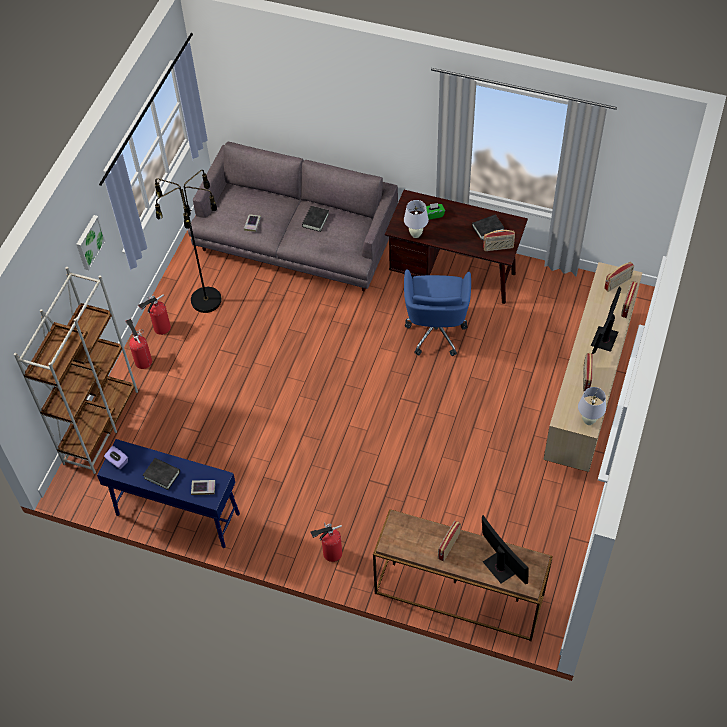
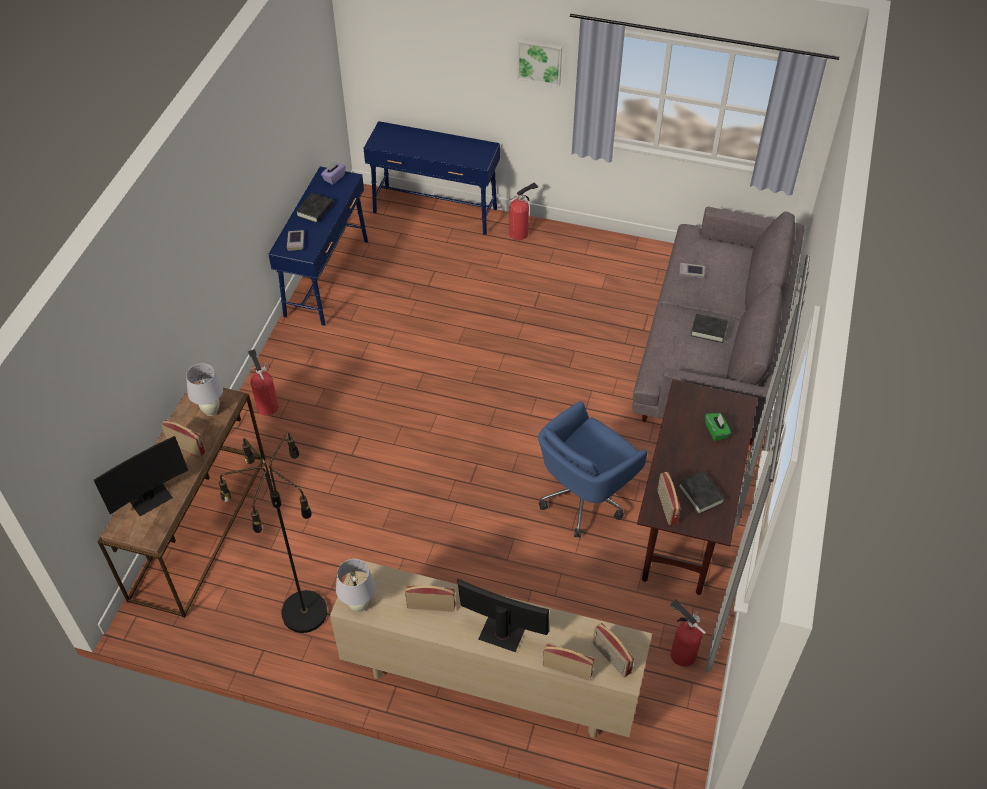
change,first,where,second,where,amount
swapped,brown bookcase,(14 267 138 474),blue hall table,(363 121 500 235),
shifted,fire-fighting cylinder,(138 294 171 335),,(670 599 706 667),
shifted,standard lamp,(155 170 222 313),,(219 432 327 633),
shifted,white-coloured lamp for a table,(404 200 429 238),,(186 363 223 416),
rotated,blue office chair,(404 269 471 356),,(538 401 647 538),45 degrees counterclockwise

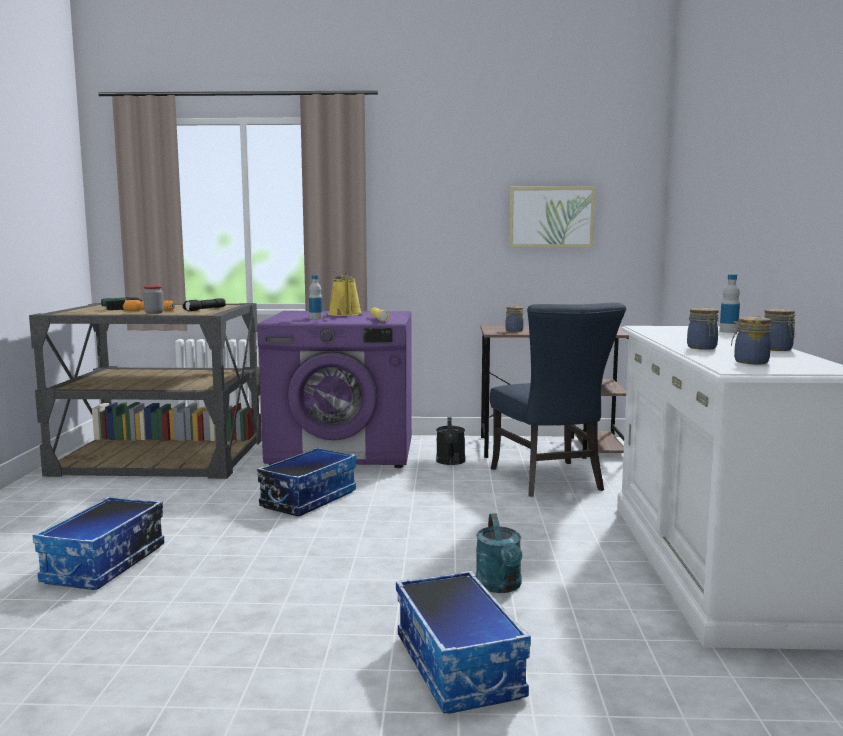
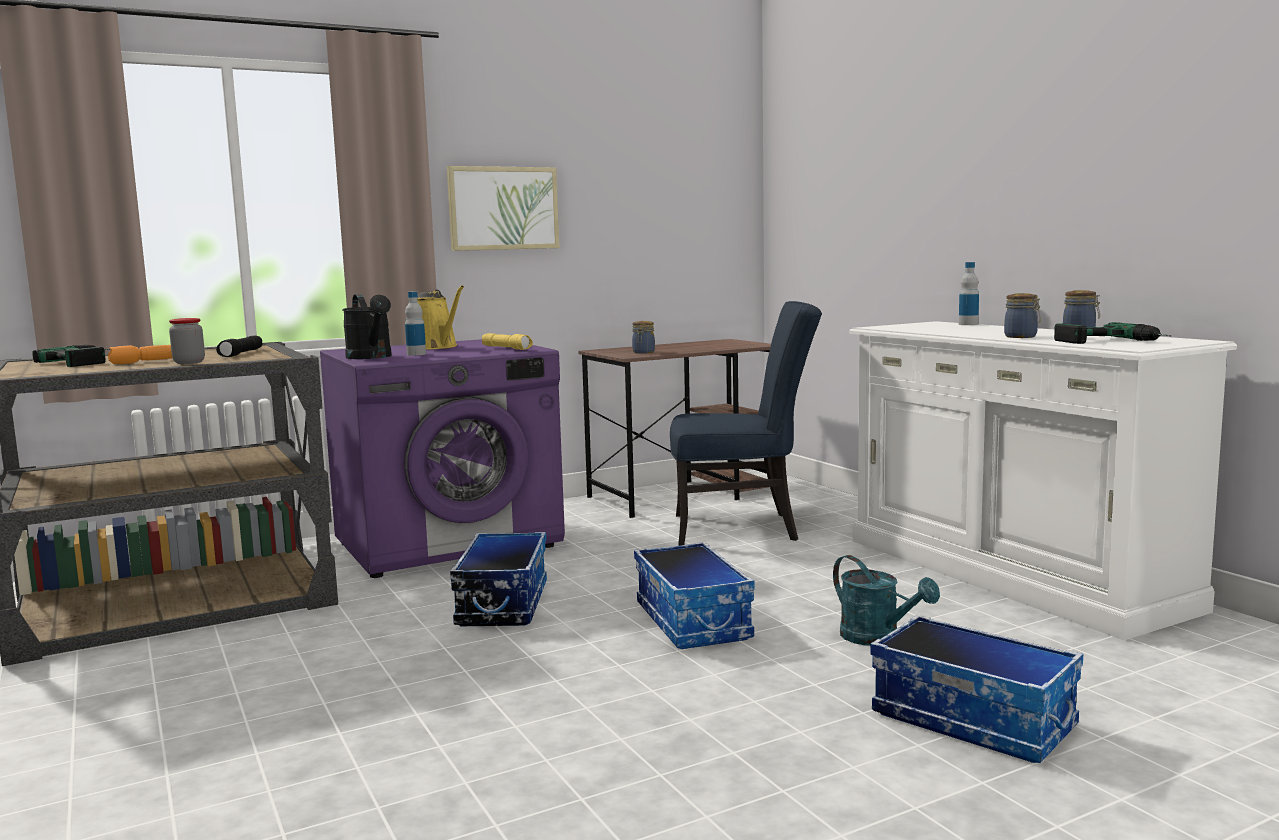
change,first,where,second,where,amount
shifted,storage box,(33 496 164 590),,(634 542 754 649),
shifted,black-coloured watering can,(436 417 465 465),,(342 294 392 359),
rotated,blue chair,(490 302 626 497),,(670 301 822 546),45 degrees counterclockwise
shifted,wall picture,(509 186 595 248),,(447 166 559 251),
swapped,jar,(731 316 771 364),electric drill,(1054 322 1171 344),

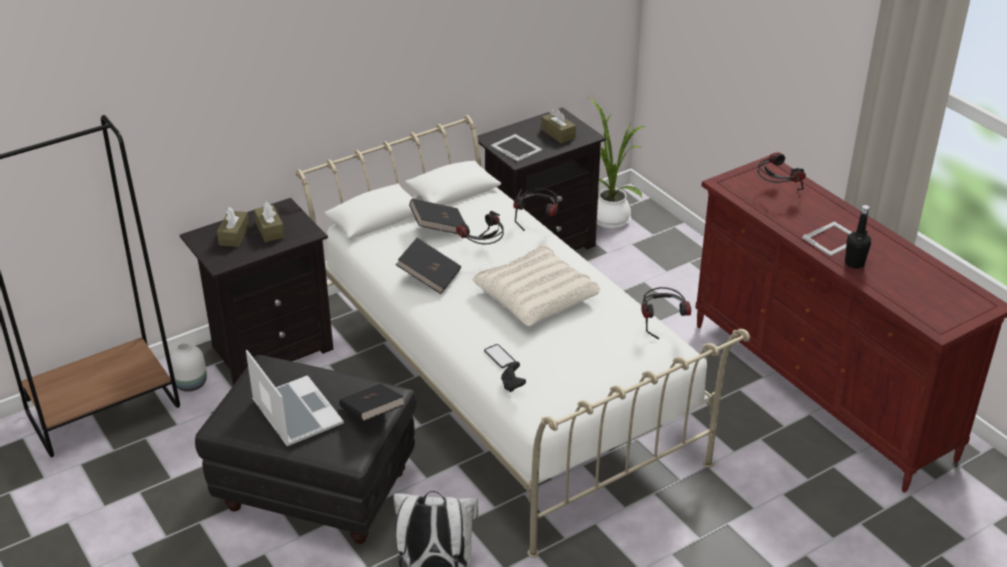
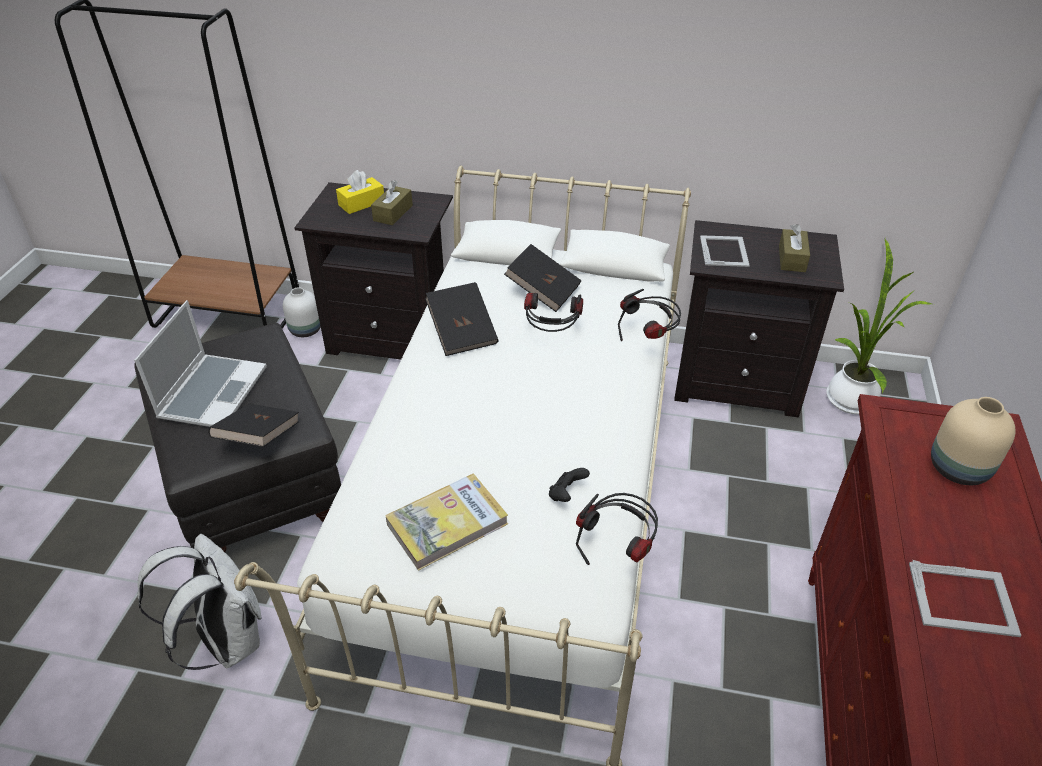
change,first,where,second,where,amount
repainted,brown tissue holder,(217 207 249 247),yellowish tissue holder,(336 170 384 214),
gone,sand-coloured pillow,(472 245 600 326),,,
gone,handset,(484 344 515 368),,,
shifted,black-coloured game controller,(501 361 526 392),,(549 468 590 502),
swapped,headphones,(758 152 806 190),sand-coloured flower vase,(931 397 1015 485),
gone,black-coloured drink bottle,(845 205 871 269),,,
new,,,volume,(386 474 508 571),

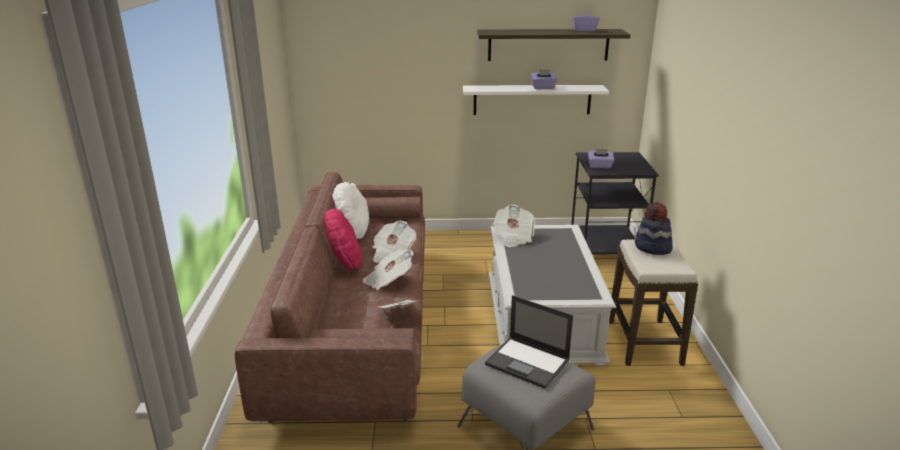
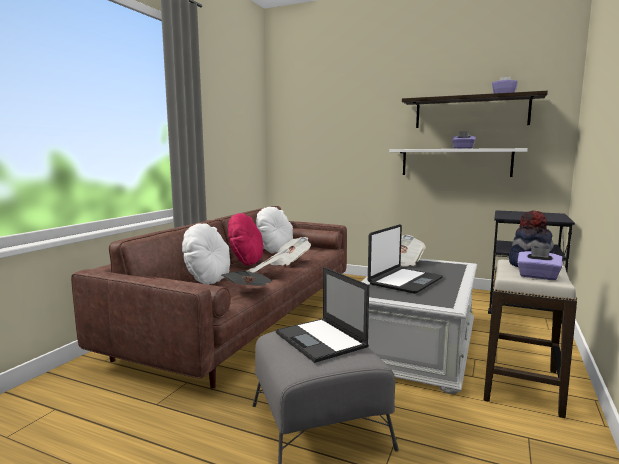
change,first,where,second,where,amount
shifted,purplish tissue holder,(588 149 614 168),,(517 247 562 280),
new,,,white-coloured pillow,(182 223 230 285),
new,,,notebook computer,(368 224 443 294),

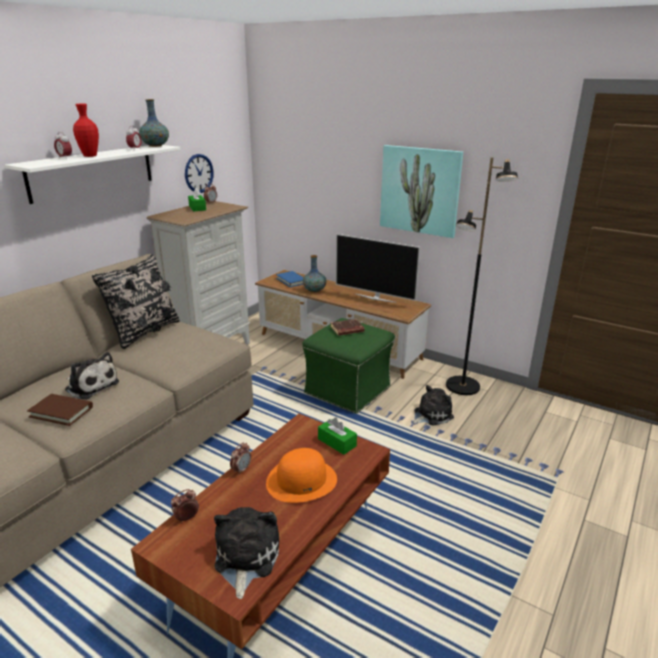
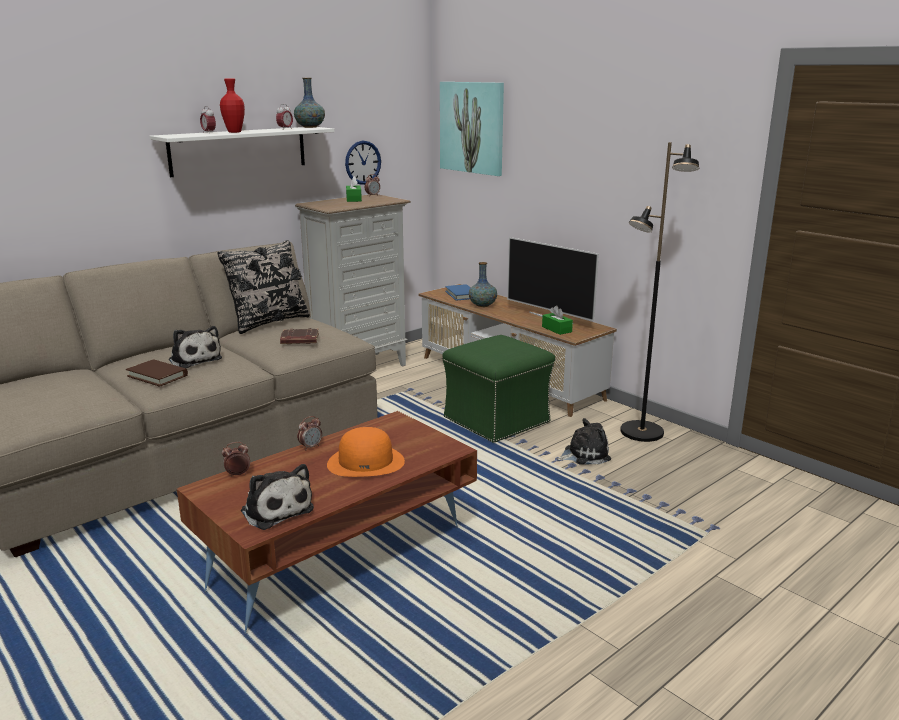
change,first,where,second,where,amount
rotated,soft toy,(214 507 279 599),,(241 464 314 530),120 degrees clockwise
shifted,green tissue holder,(318 418 357 455),,(542 306 573 335),
shifted,brown volume,(330 319 365 336),,(280 328 319 344),
shifted,wall picture,(380 145 463 238),,(440 82 504 176),

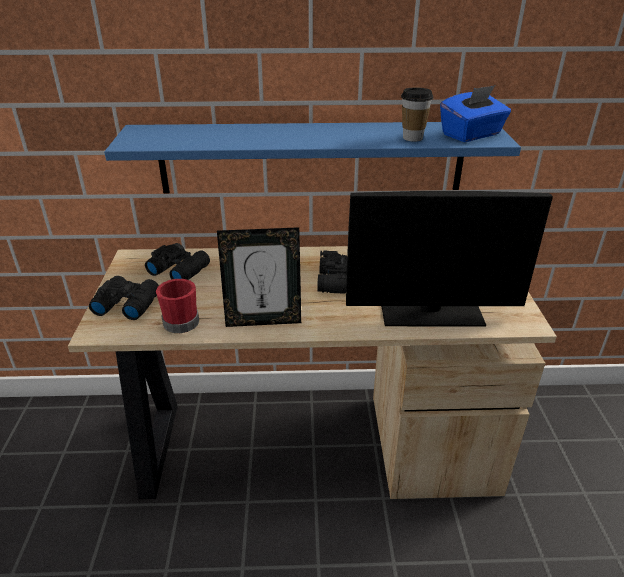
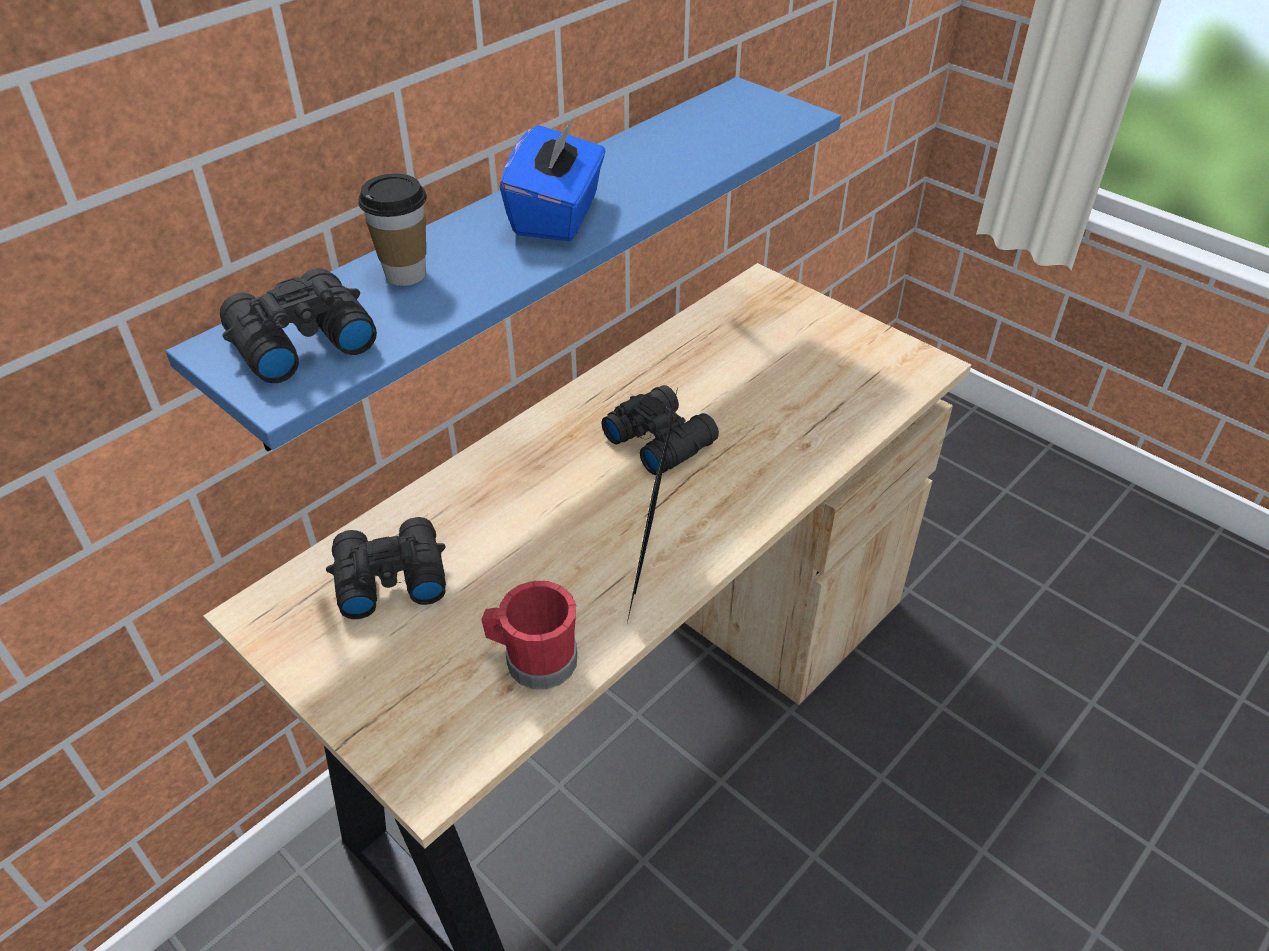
change,first,where,second,where,amount
shifted,black-coloured field glasses,(89 276 159 320),,(220 268 377 383),
rotated,photo frame,(217 227 301 327),,(627 387 678 623),150 degrees clockwise
gone,computer screen,(346 191 553 327),,,
shifted,cup,(401 87 433 142),,(358 174 427 286),
shifted,blue tissue holder,(440 85 511 142),,(500 117 605 241),

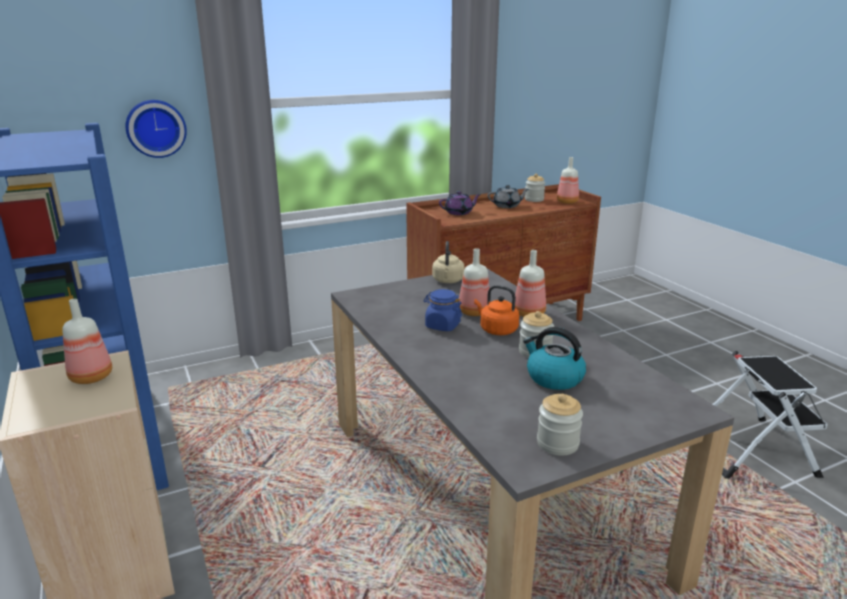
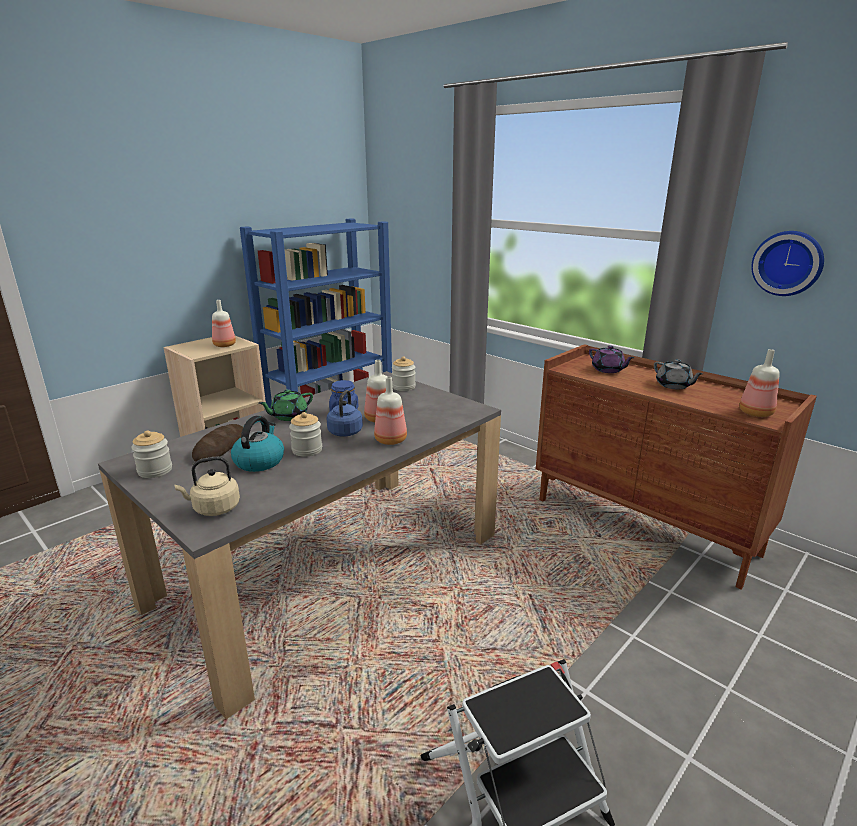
change,first,where,second,where,amount
shifted,clock on the wall,(126 100 187 158),,(751 231 824 296),
shifted,sand-coloured water kettle,(432 241 465 283),,(174 457 240 516),
repainted,orange water kettle,(474 285 519 335),blue water kettle,(327 390 363 437),
shifted,jar,(525 174 545 202),,(392 357 416 391),
new,,,bread,(192 424 243 463),
new,,,green pot for tea,(259 389 313 421),

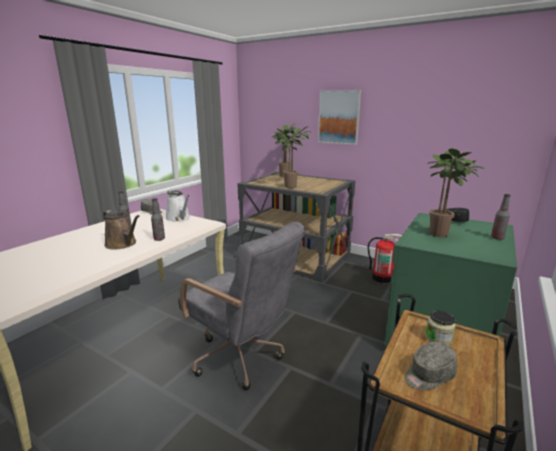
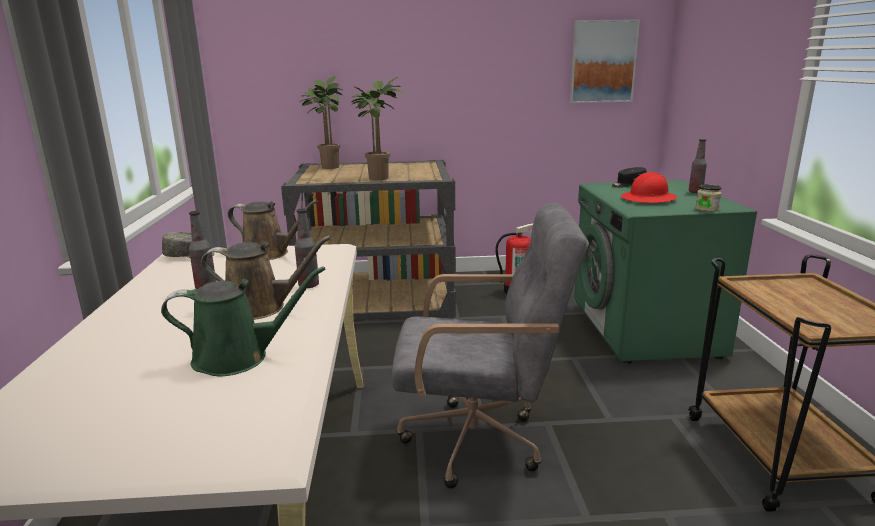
change,first,where,second,where,amount
repainted,white-coloured watering can,(165 190 190 222),brown watering can,(228 200 318 260),
shifted,wall picture,(318 90 361 145),,(570 19 640 103),
gone,gray cap,(405 342 457 391),,,
shifted,jar,(425 310 456 346),,(695 184 722 212),
swapped,potted plant,(427 149 485 237),reddish hard hat,(621 172 677 203),
new,,,green watering can,(161 266 325 376),

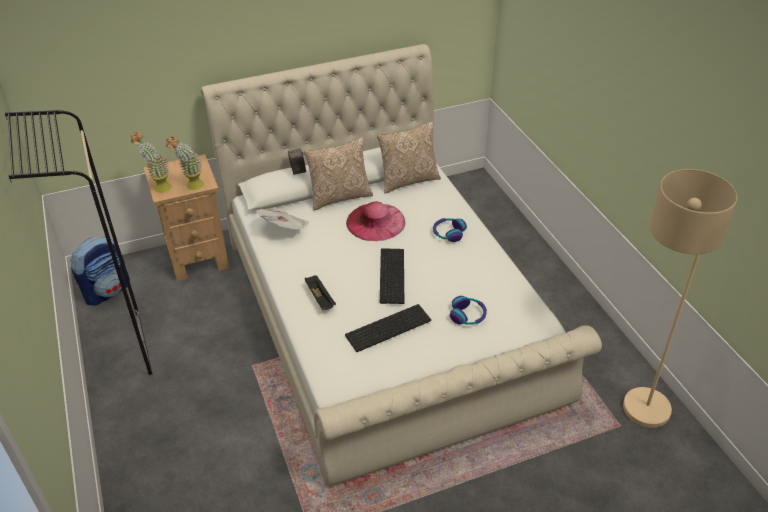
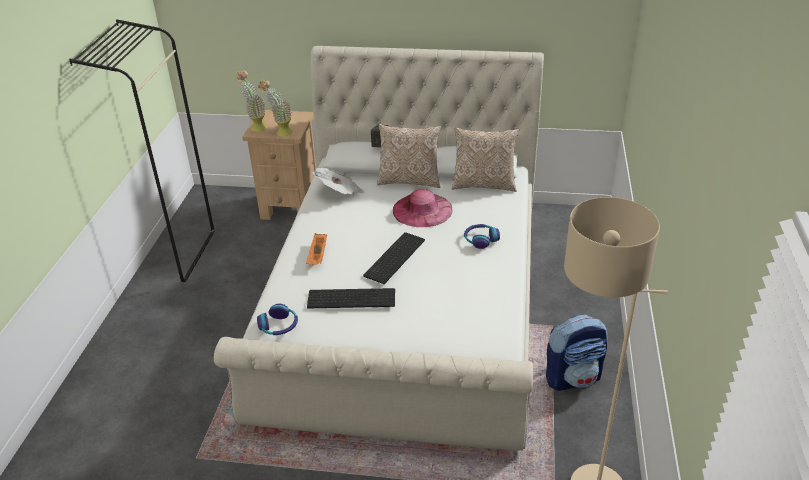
change,first,where,second,where,amount
shifted,knapsack,(70 237 130 306),,(546 314 608 391),
repainted,black-coloured serving tray,(304 275 336 311),orange serving tray,(306 233 327 265),
shifted,headphones,(450 296 487 325),,(257 304 298 335),

